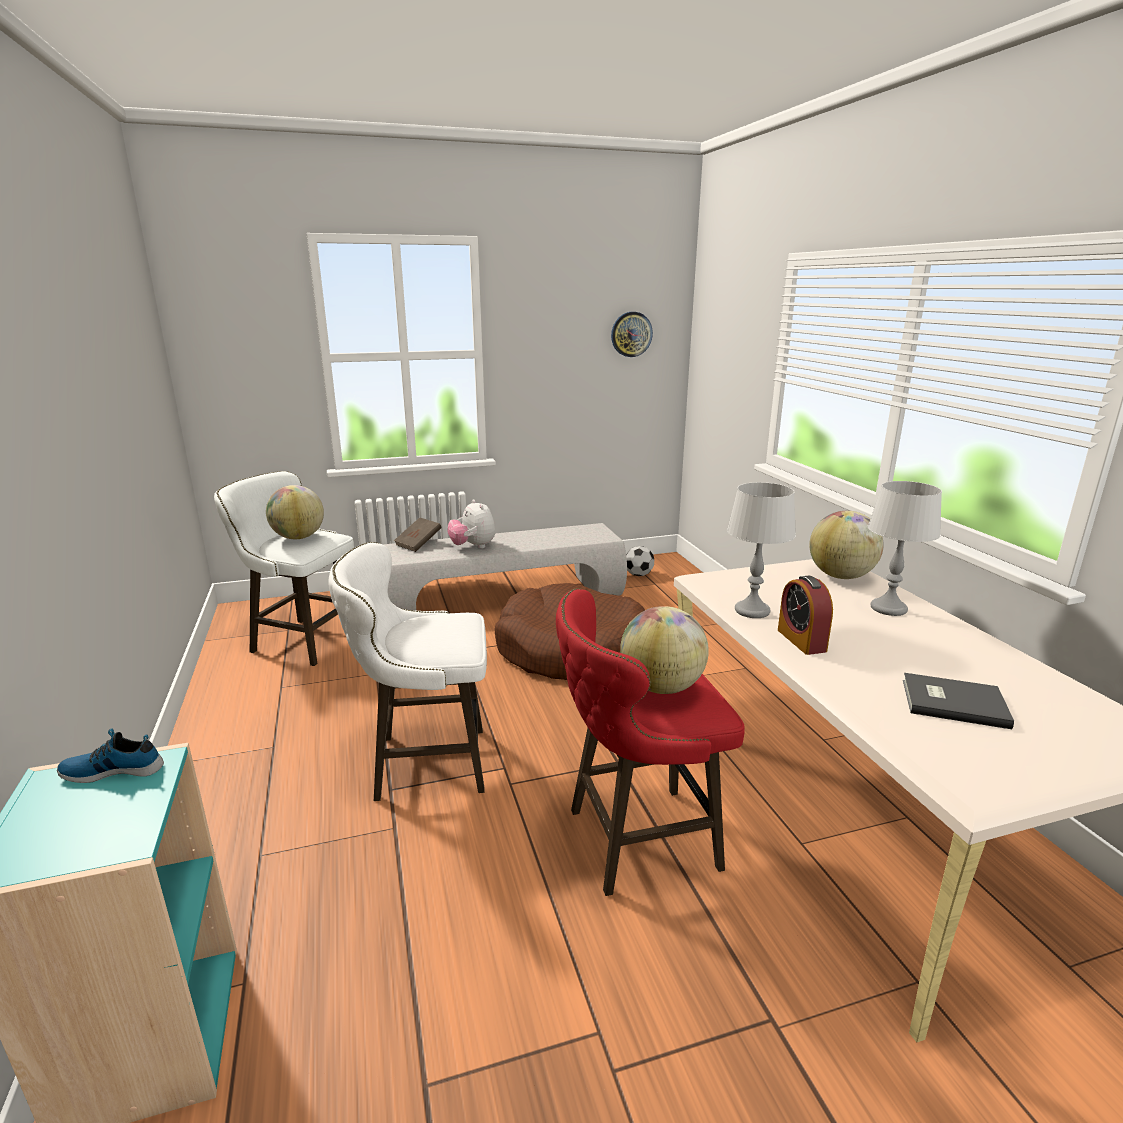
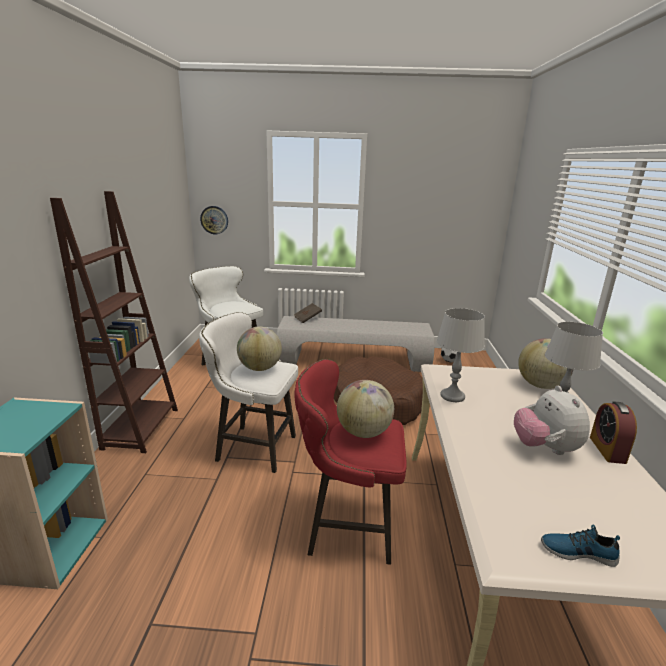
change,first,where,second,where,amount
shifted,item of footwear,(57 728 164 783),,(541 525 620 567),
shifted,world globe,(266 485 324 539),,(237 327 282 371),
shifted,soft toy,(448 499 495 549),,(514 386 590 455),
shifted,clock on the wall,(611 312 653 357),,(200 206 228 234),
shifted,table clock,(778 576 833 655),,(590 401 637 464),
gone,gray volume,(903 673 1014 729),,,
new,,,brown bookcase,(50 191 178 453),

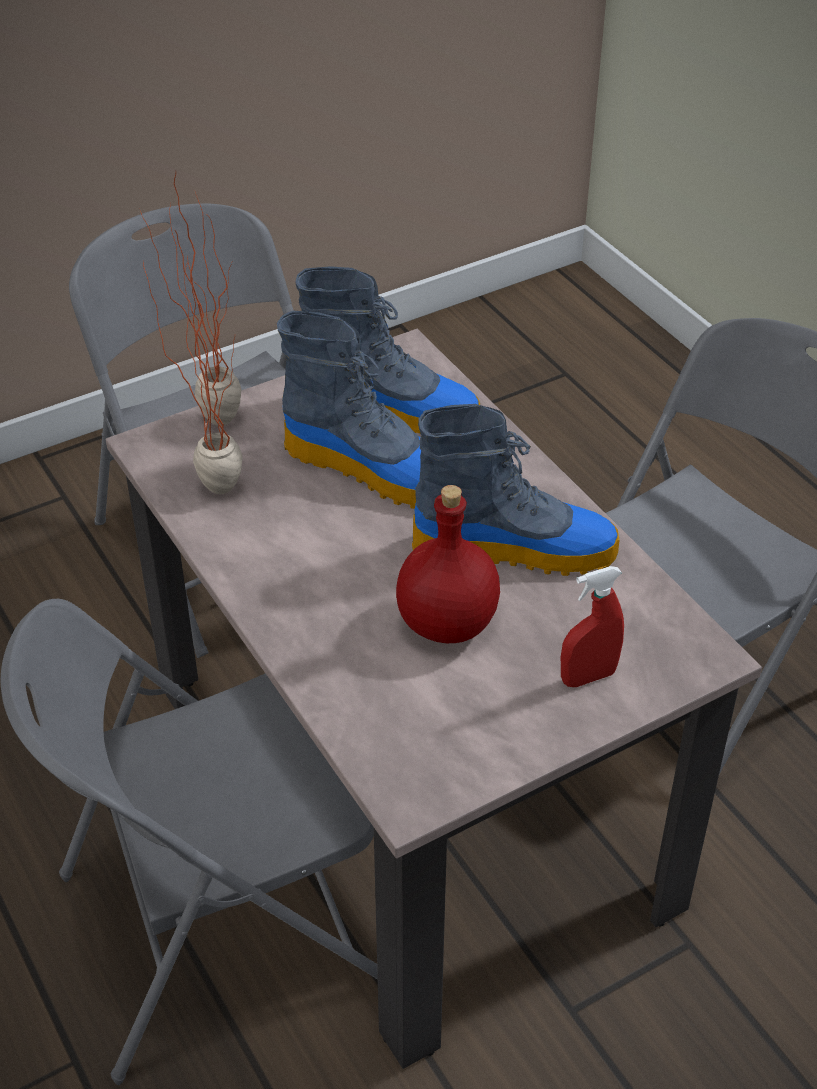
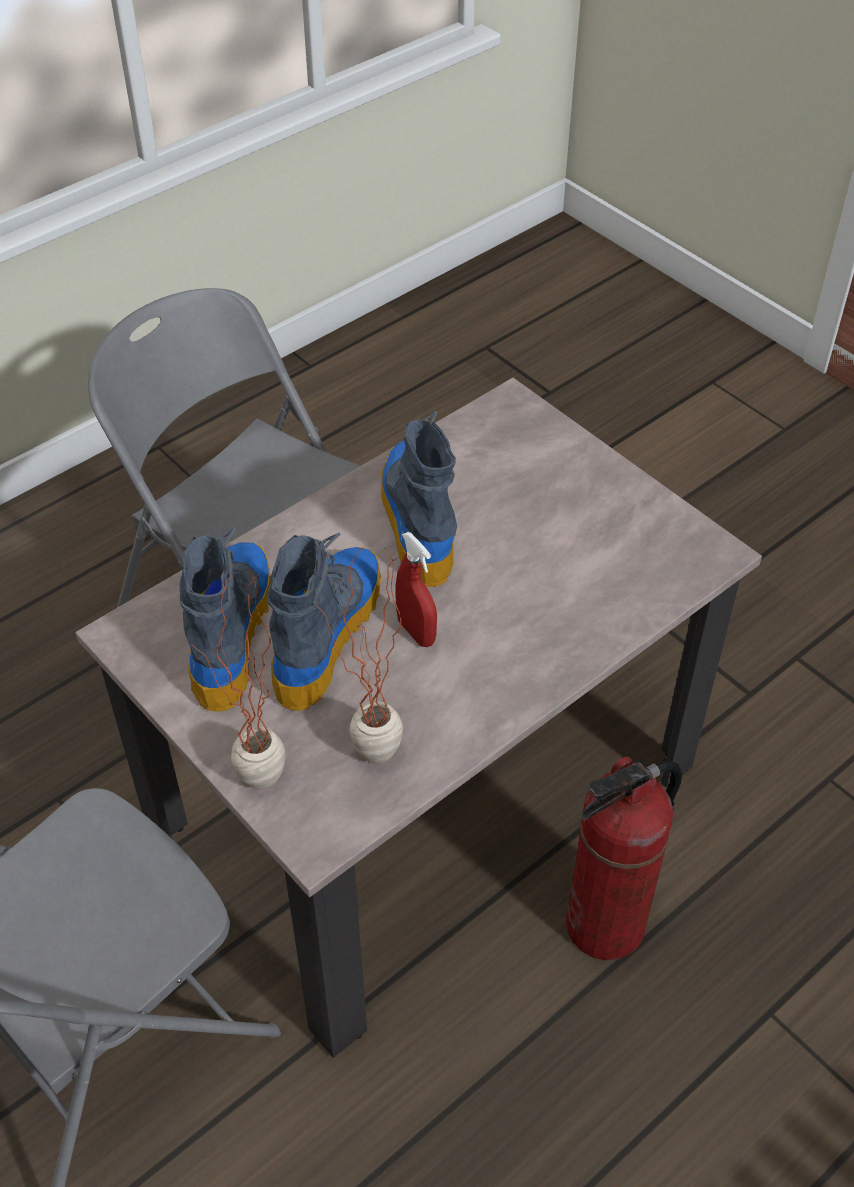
change,first,where,second,where,amount
swapped,gray chair,(1 599 378 1085),fire-fighting cylinder,(566 757 682 960),
gone,reddish drink bottle,(396 485 500 643),,,
shifted,reddish sprayer,(561 566 624 687),,(395 532 437 647),

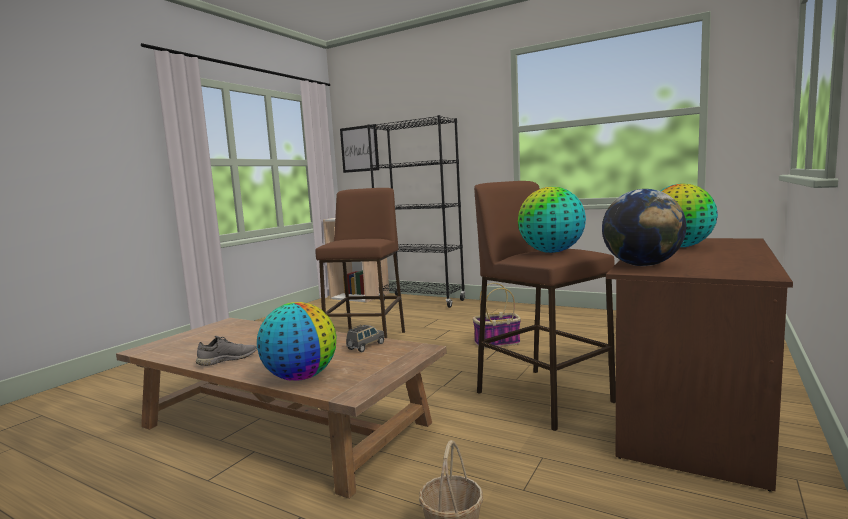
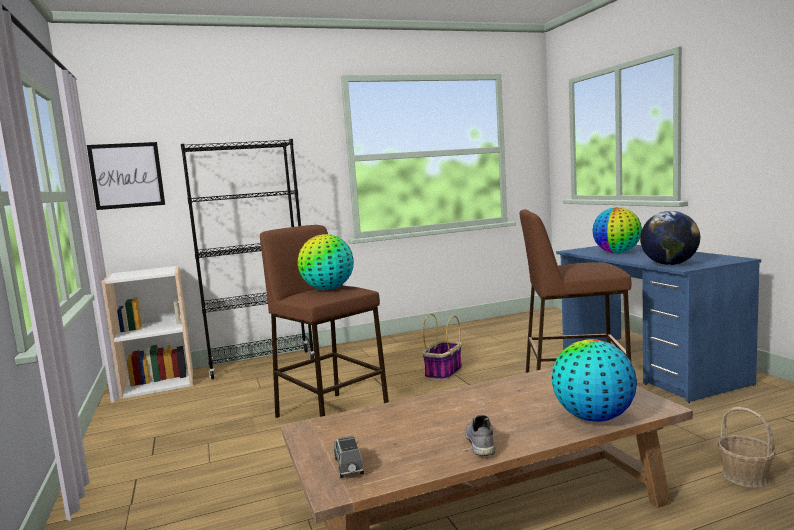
change,first,where,second,where,amount
shifted,gray toy car,(346 325 385 352),,(334 435 364 478),
shifted,world globe,(518 187 586 253),,(298 234 354 290),
repainted,brown desk,(606 238 793 492),blue desk,(556 245 761 403),

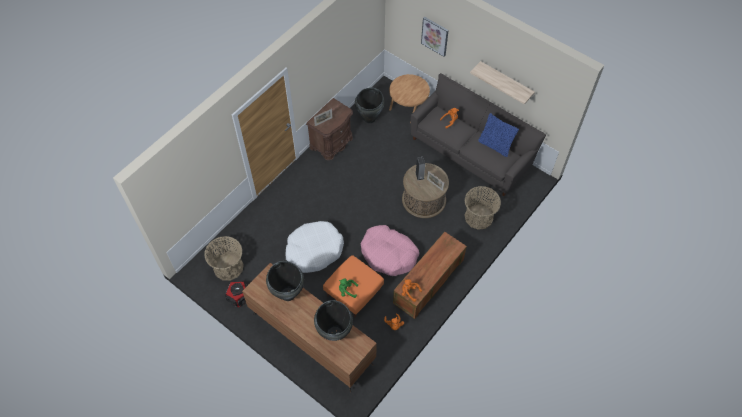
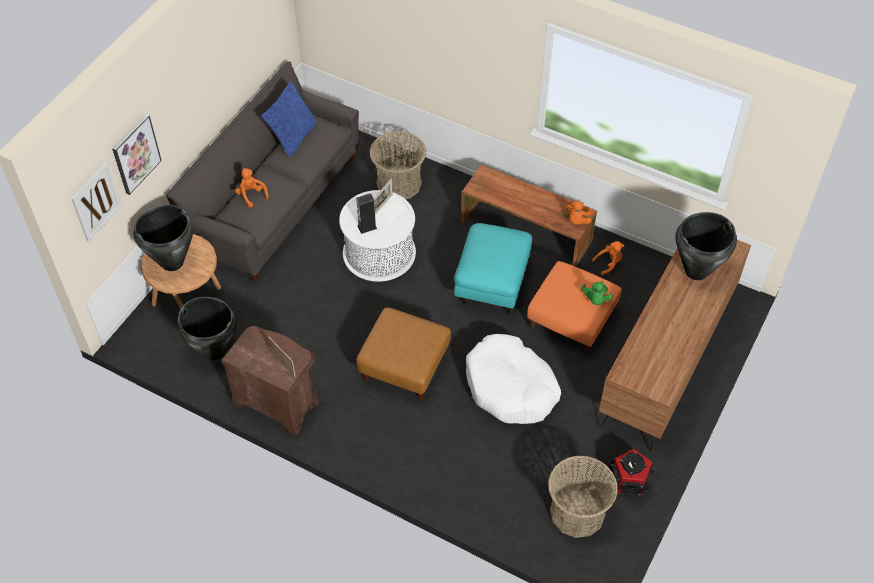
change,first,where,second,where,amount
shifted,black-coloured flower vase,(266 261 304 301),,(134 205 193 271),
swapped,pinkish dog bed,(360 225 419 276),turquoise footrest,(454 223 532 313),
repainted,brown coffee table,(402 163 449 218),white-coloured coffee table,(339 190 416 282),
gone,wall shelf,(470 61 535 104),,,
new,,,wall picture,(71 162 122 242),
new,,,brown footrest,(357 307 451 400),

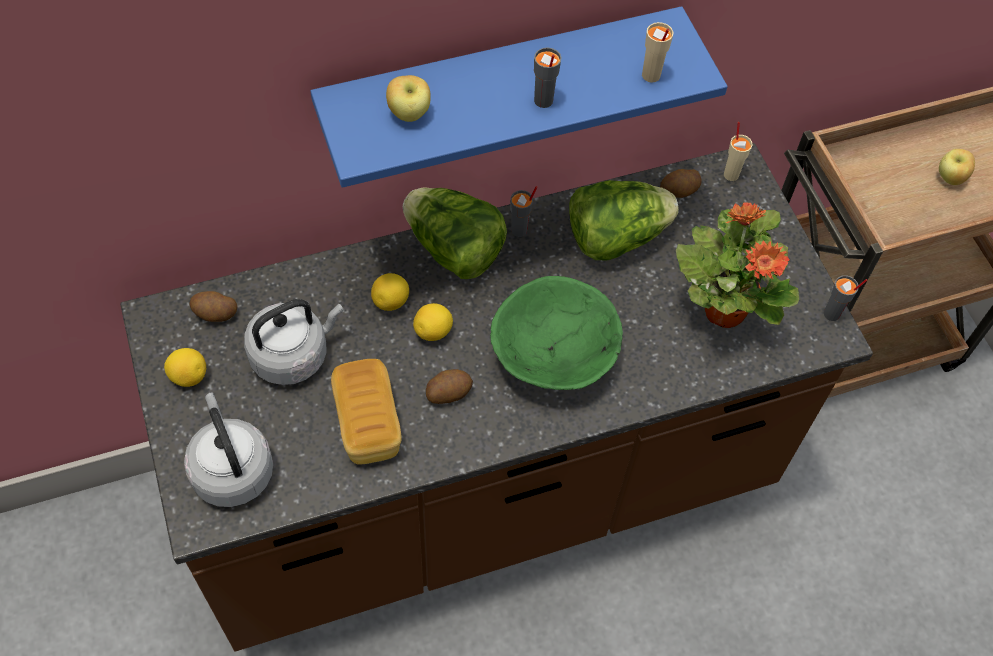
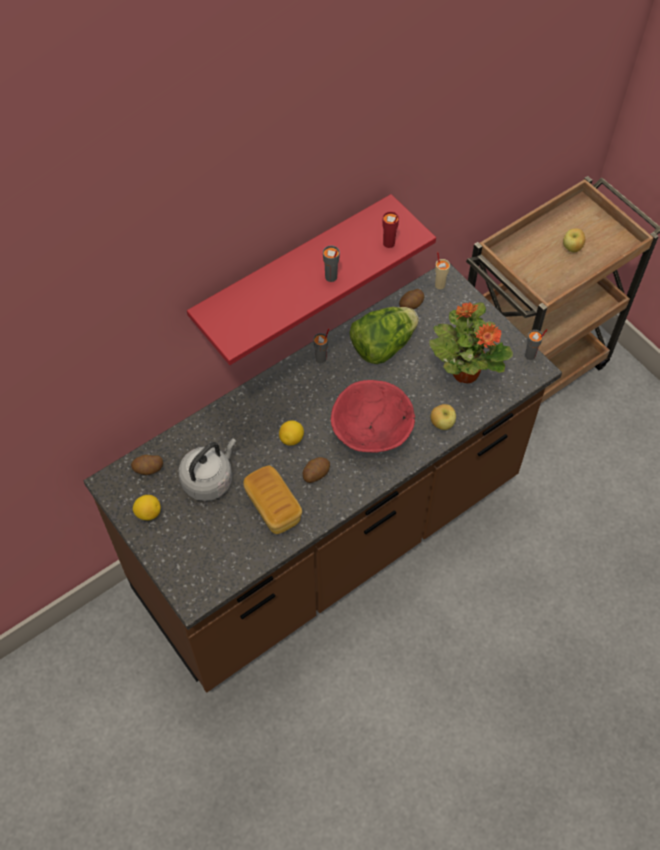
change,first,where,second,where,amount
gone,gray water kettle,(184 392 273 507),,,
repainted,blue wall shelf,(310 6 728 188),reddish wall shelf,(187 194 436 365),
gone,lemon,(371 273 409 311),,,
shifted,apple,(386 75 431 122),,(431 404 456 430),
gone,lettuce,(403 187 507 279),,,
repainted,green bowl,(490 276 623 390),reddish bowl,(331 380 415 453),
repainted,sand-coloured cup,(642 22 673 83),reddish cup,(382 211 399 248),

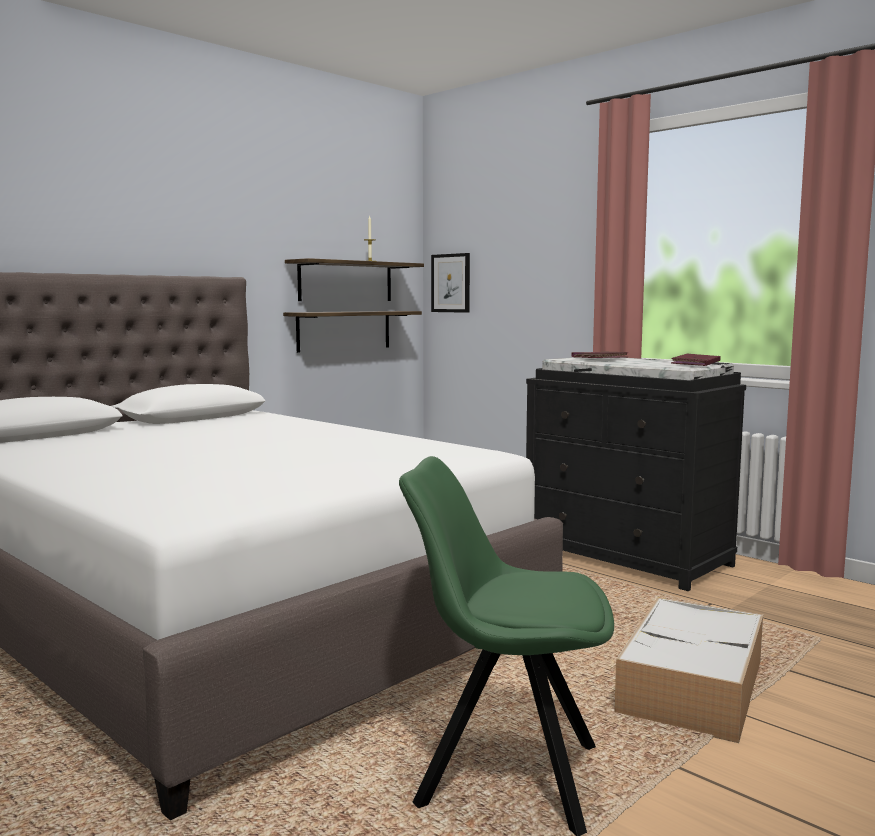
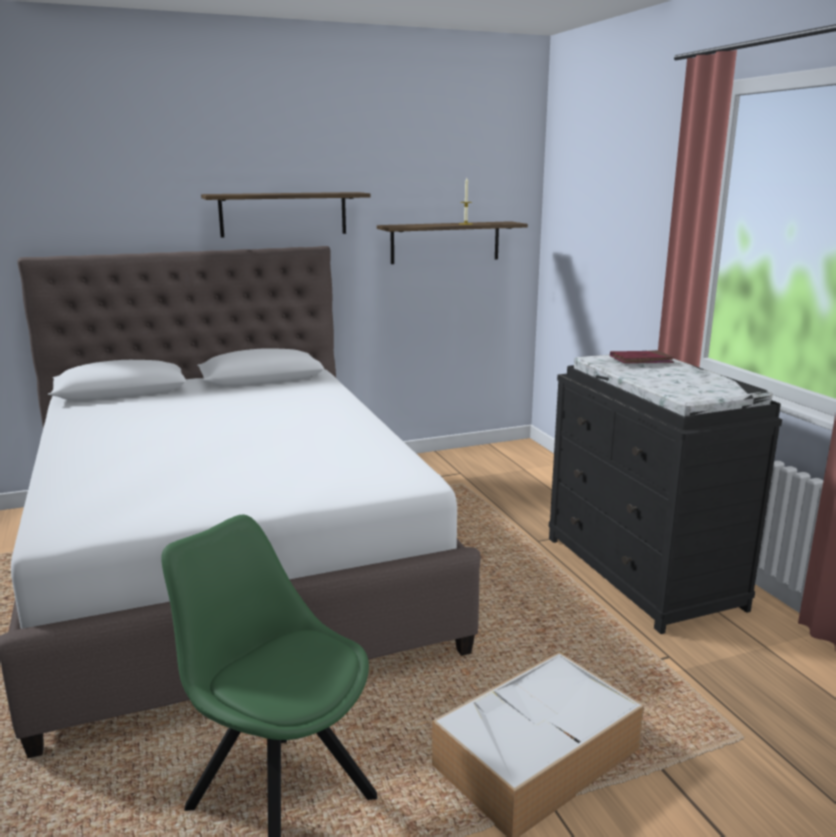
change,first,where,second,where,amount
shifted,wall shelf,(283 311 422 353),,(201 192 371 238),
gone,wall picture,(431 253 470 313),,,
gone,reddish volume,(671 354 721 366),,,

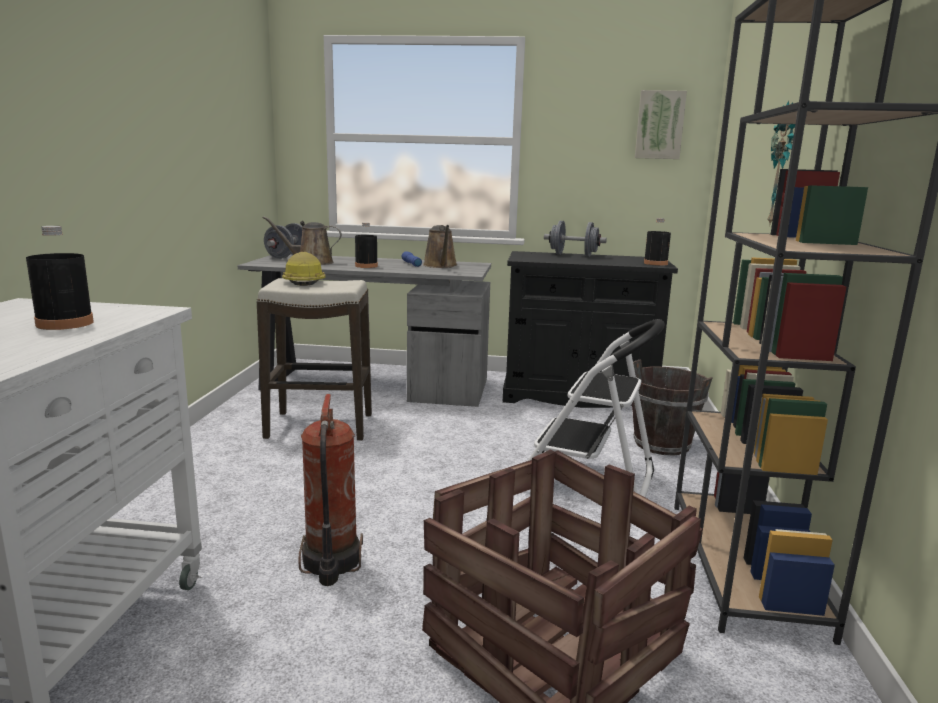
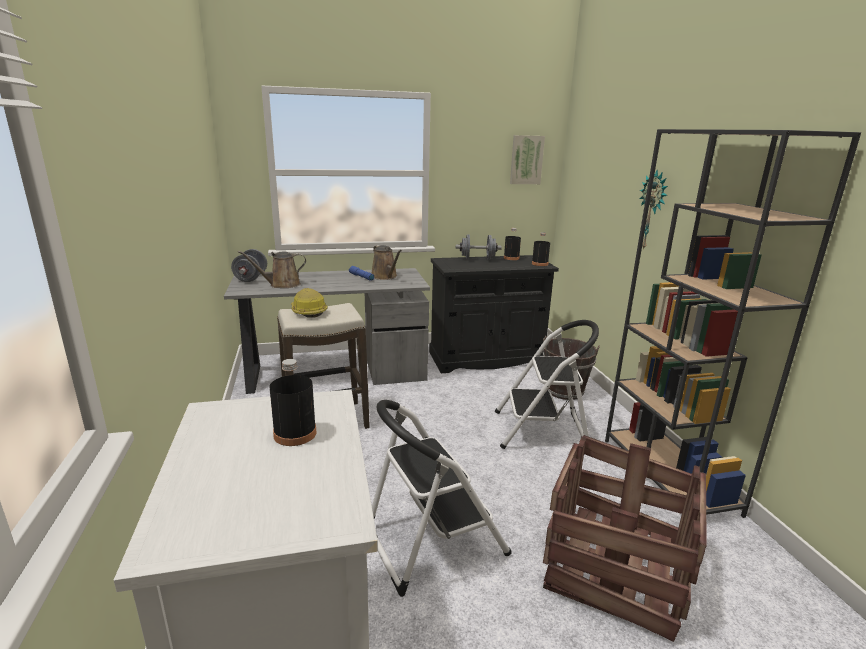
change,first,where,second,where,amount
swapped,fire-fighting cylinder,(298 394 363 586),stepladder,(372 400 512 597),
shifted,black-coloured drink bottle,(355 222 378 268),,(504 228 521 260),

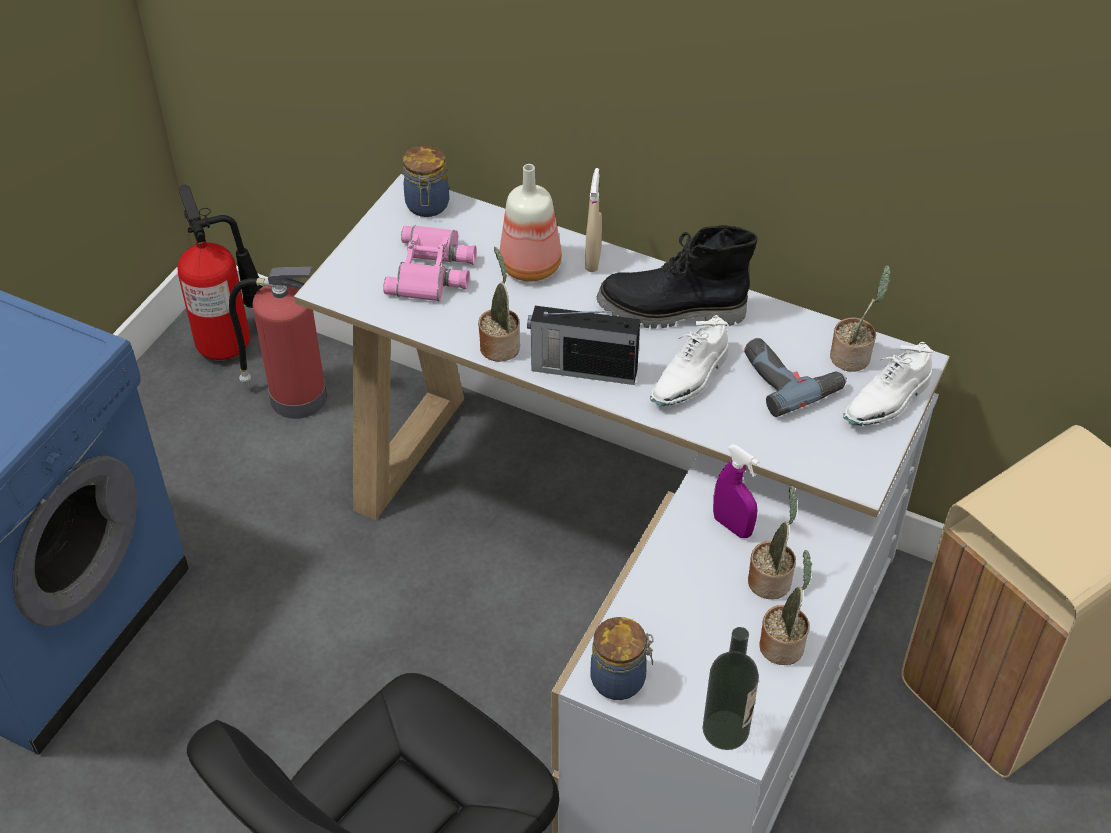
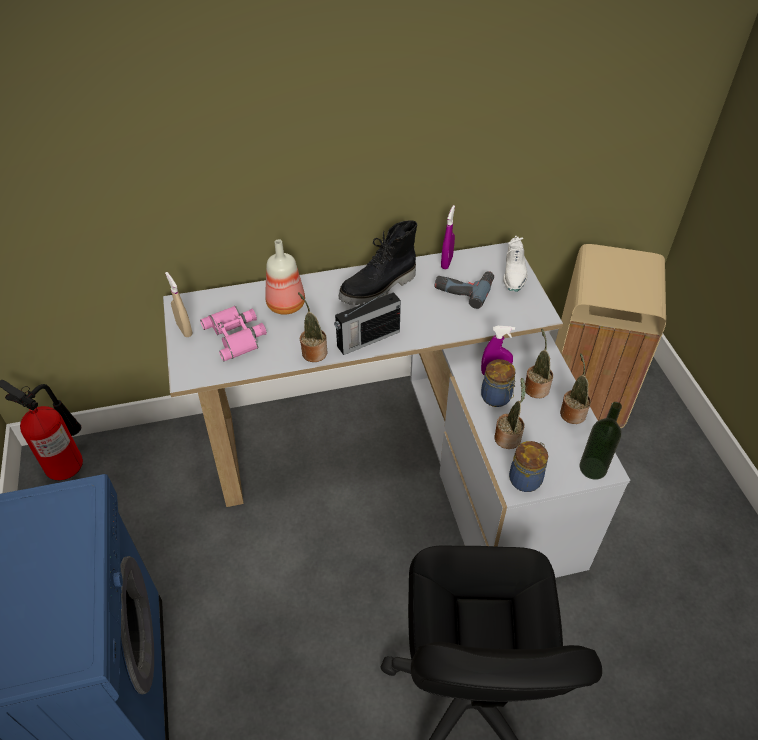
change,first,where,second,where,amount
gone,fire-fighting cylinder,(229 267 327 419),,,
shifted,jar,(403 145 449 217),,(481 359 516 407),
shifted,sand-coloured sprayer,(585 168 602 272),,(165 272 193 337),
gone,white-coloured item of footwear,(650 315 728 406),,,
shifted,potted plant,(830 265 890 372),,(494 378 526 449),
new,,,purplish sprayer,(441 205 455 269),

